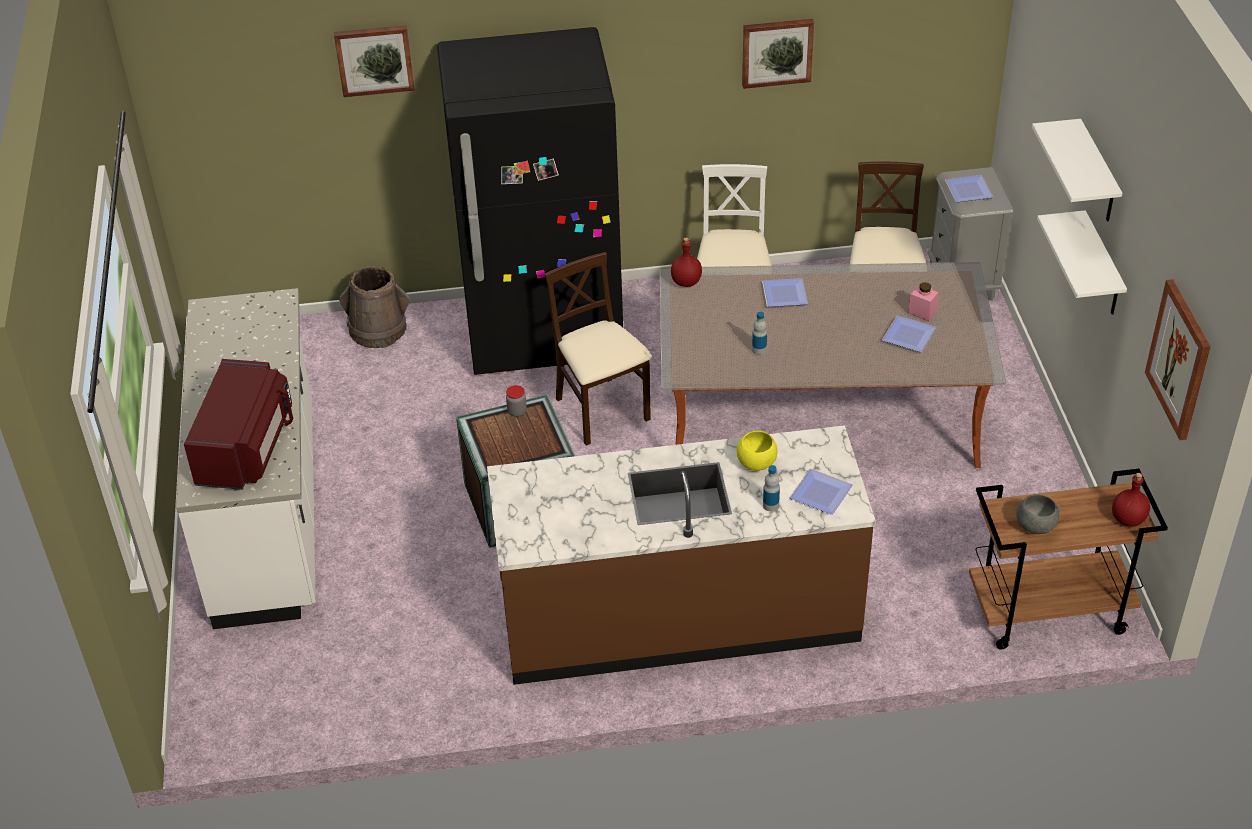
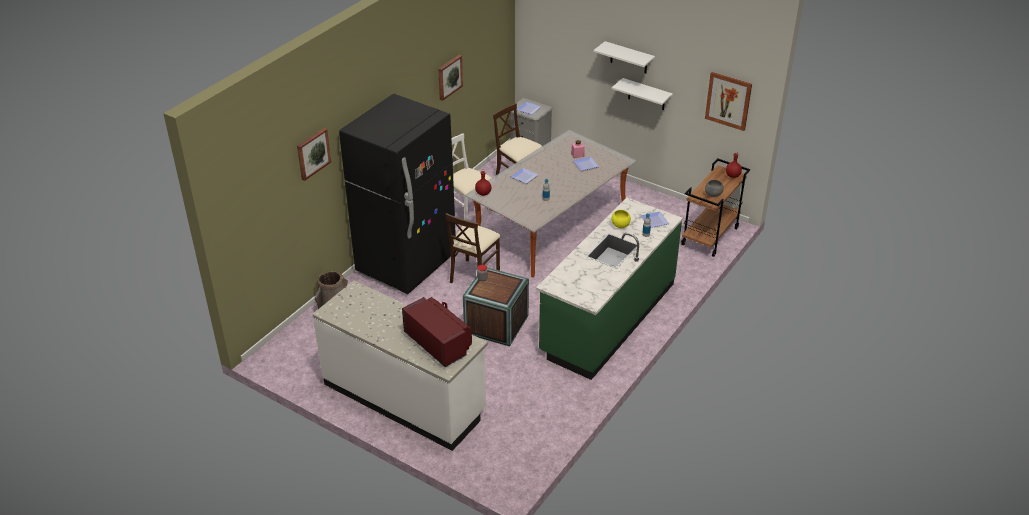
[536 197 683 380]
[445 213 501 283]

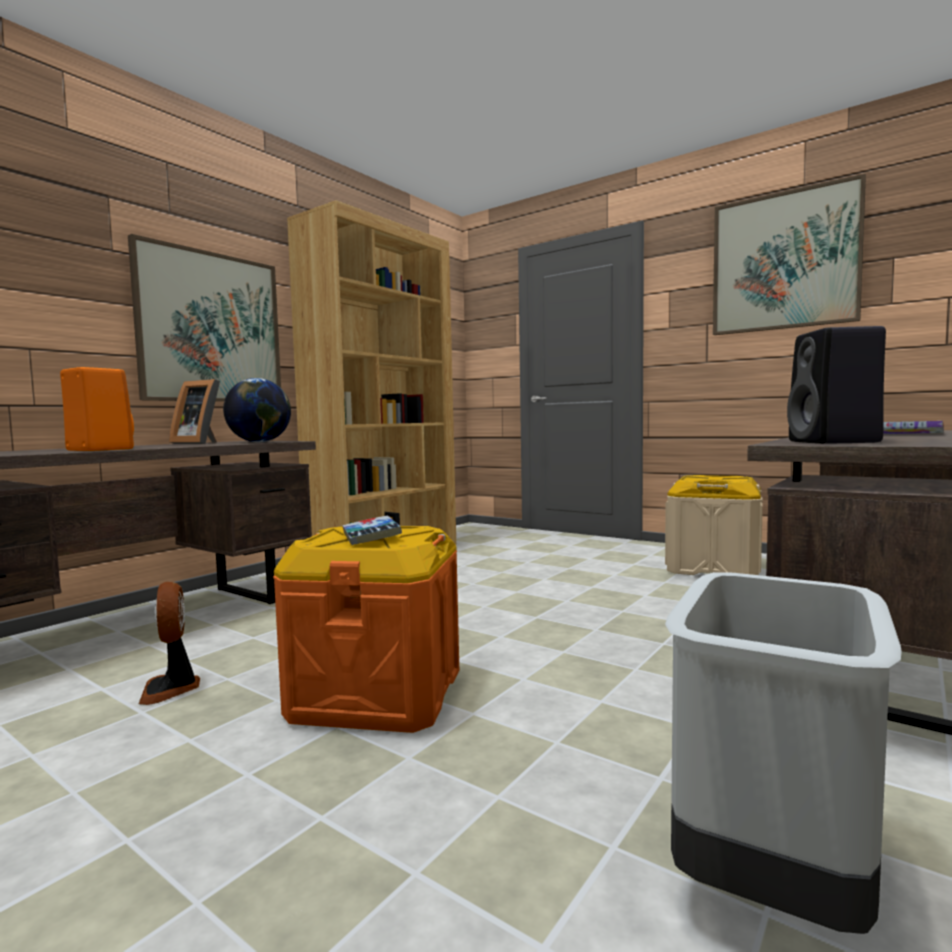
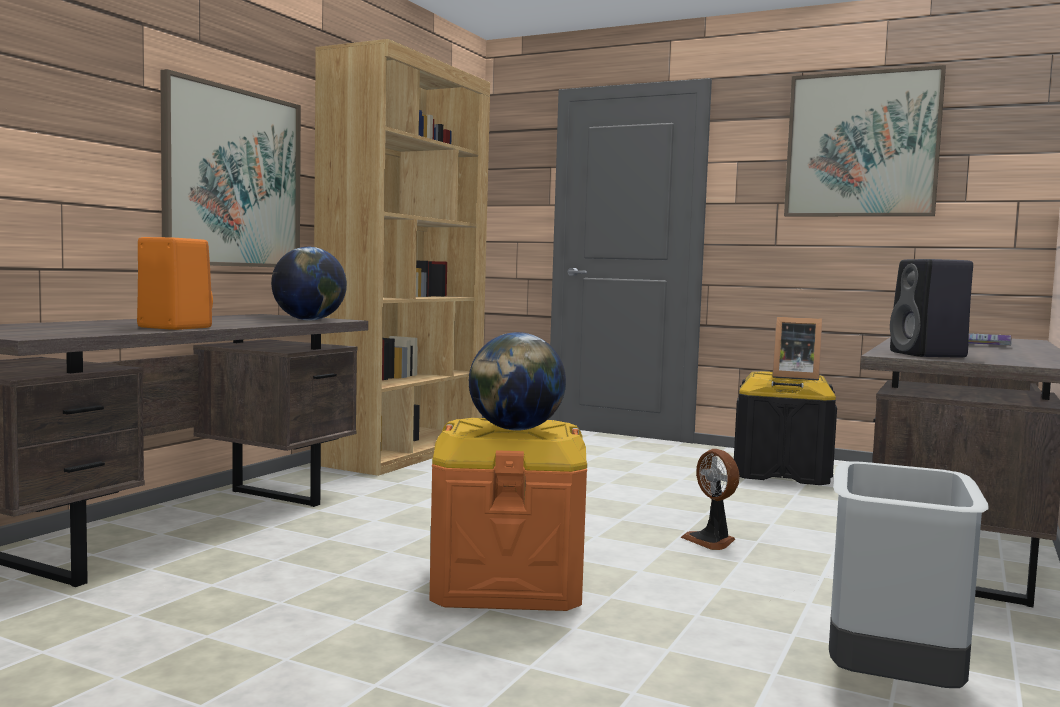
[681 449 740 550]
[772 317 822 381]
[469 332 566 431]
[734 371 837 485]

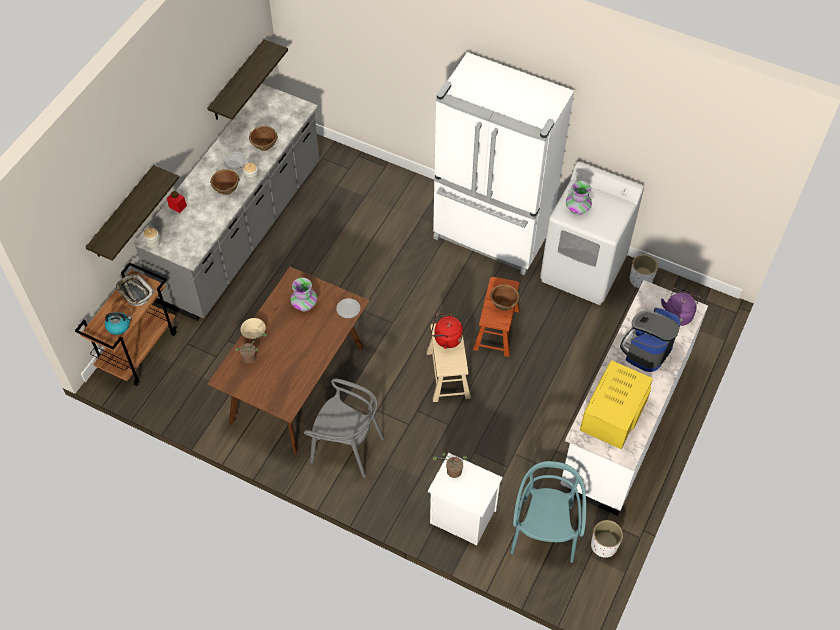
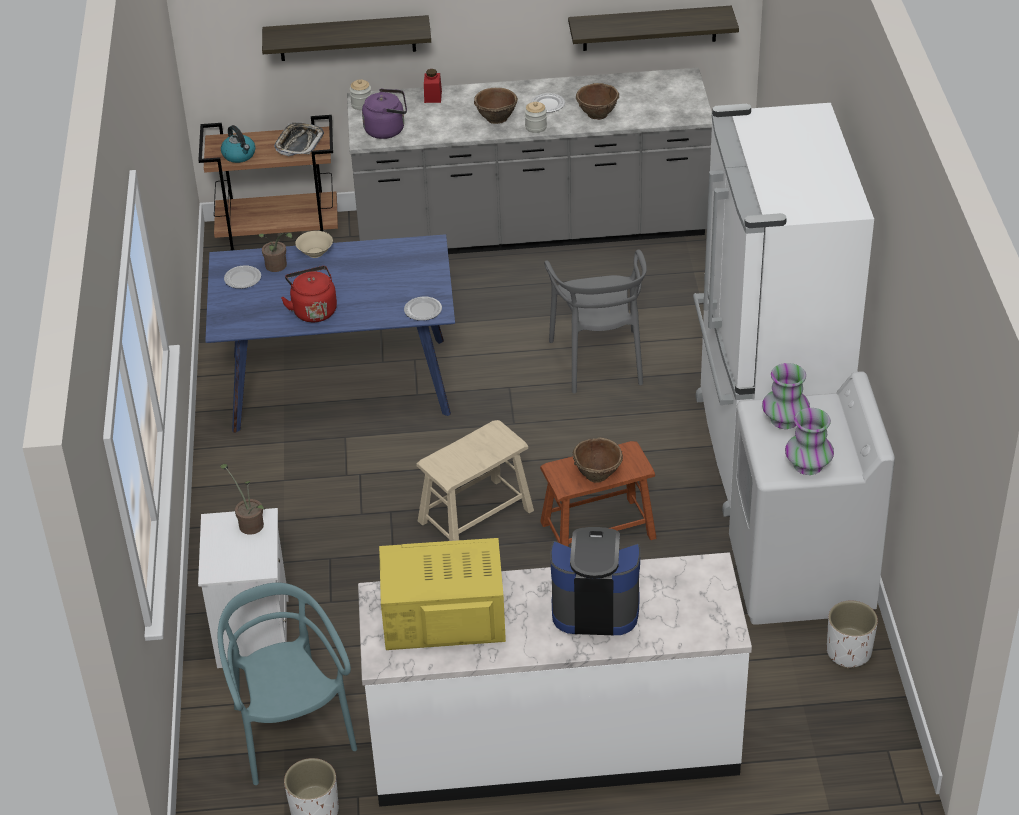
[205 234 455 433]
[785 408 834 475]
[544 250 647 394]
[281 266 337 322]
[218 583 357 785]
[362 88 407 139]
[224 265 261 289]

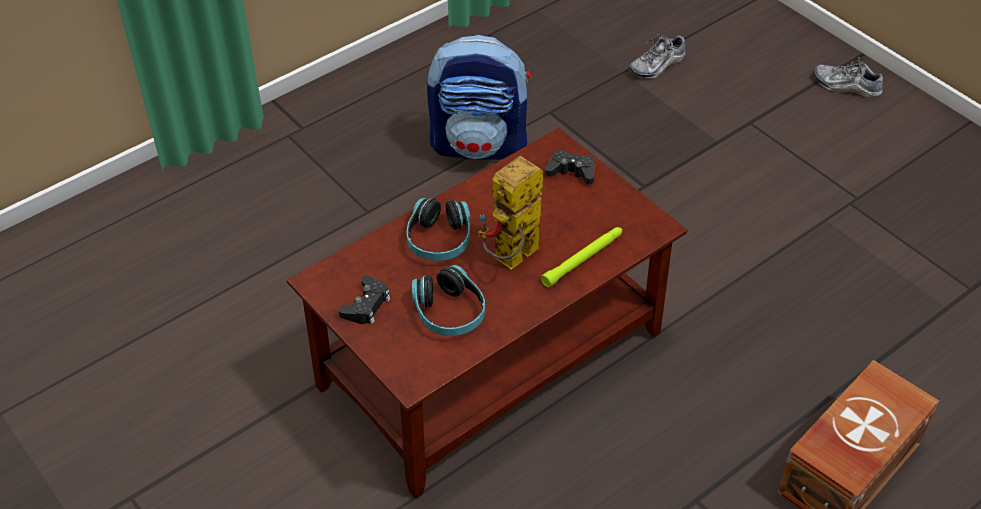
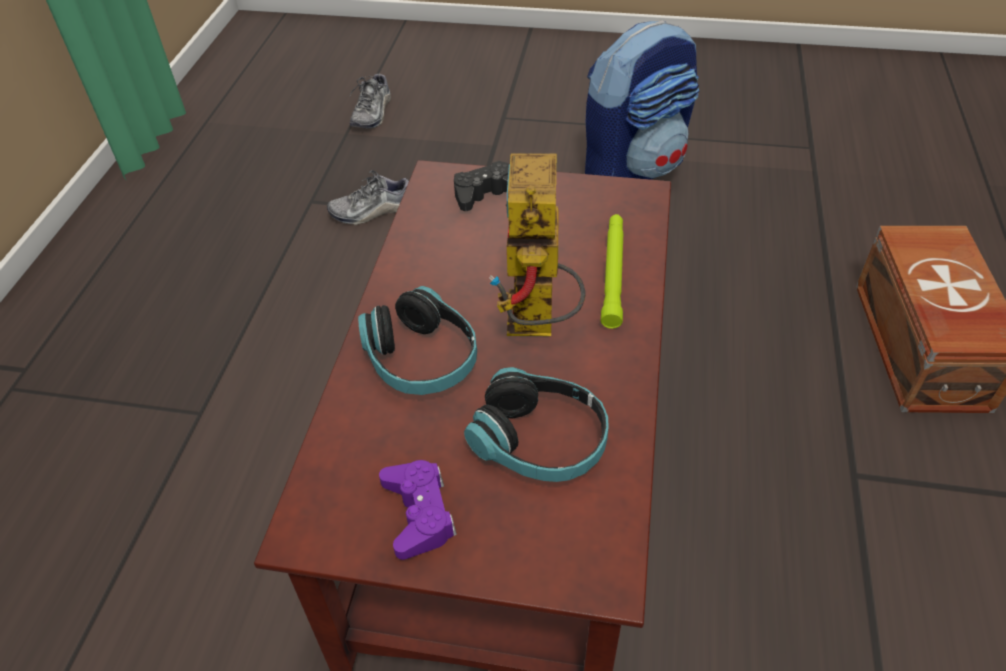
[379 460 457 560]
[585 20 699 180]
[327 170 409 225]

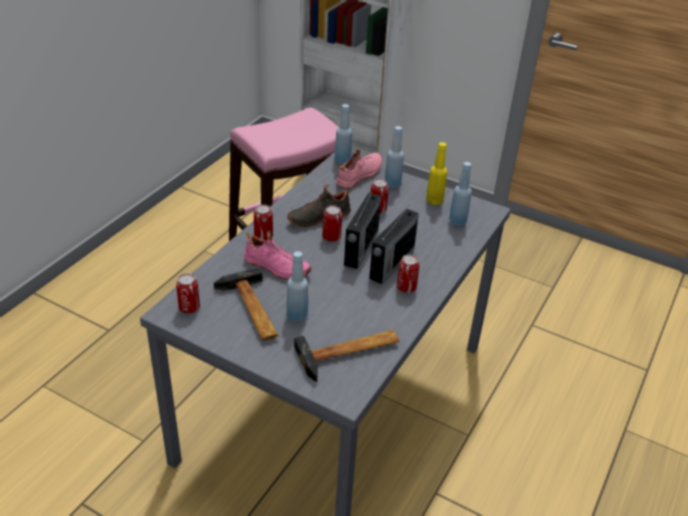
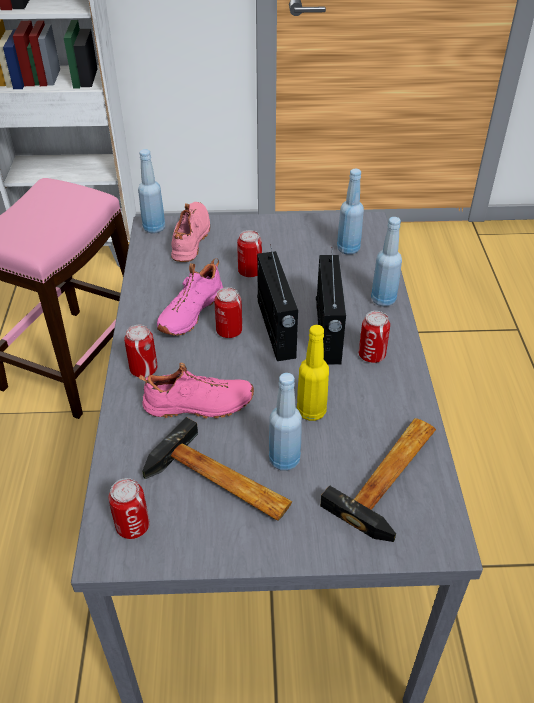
[157 258 223 336]
[371 217 402 307]
[297 325 329 421]

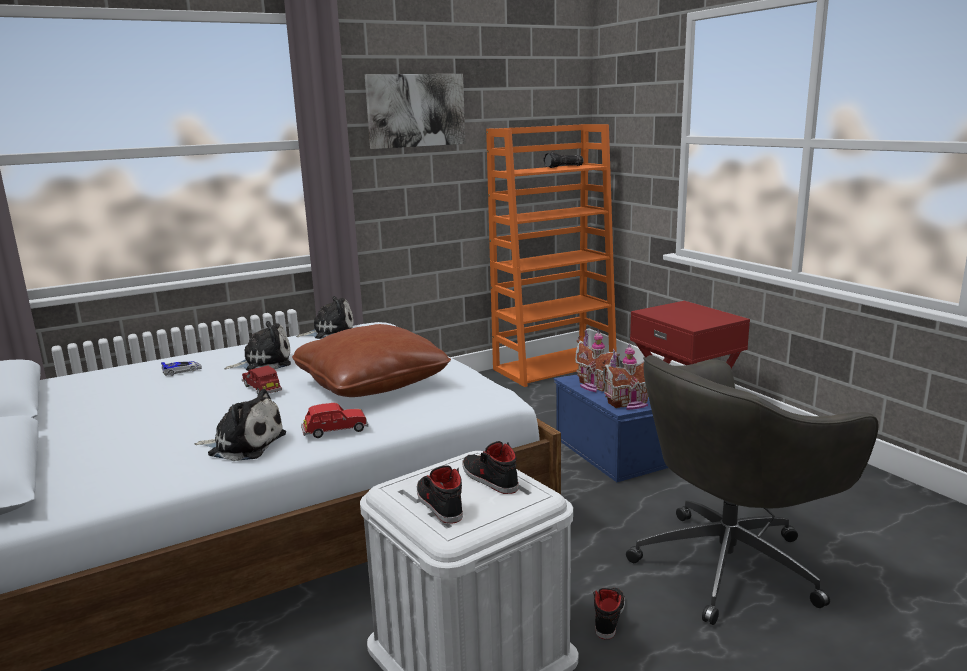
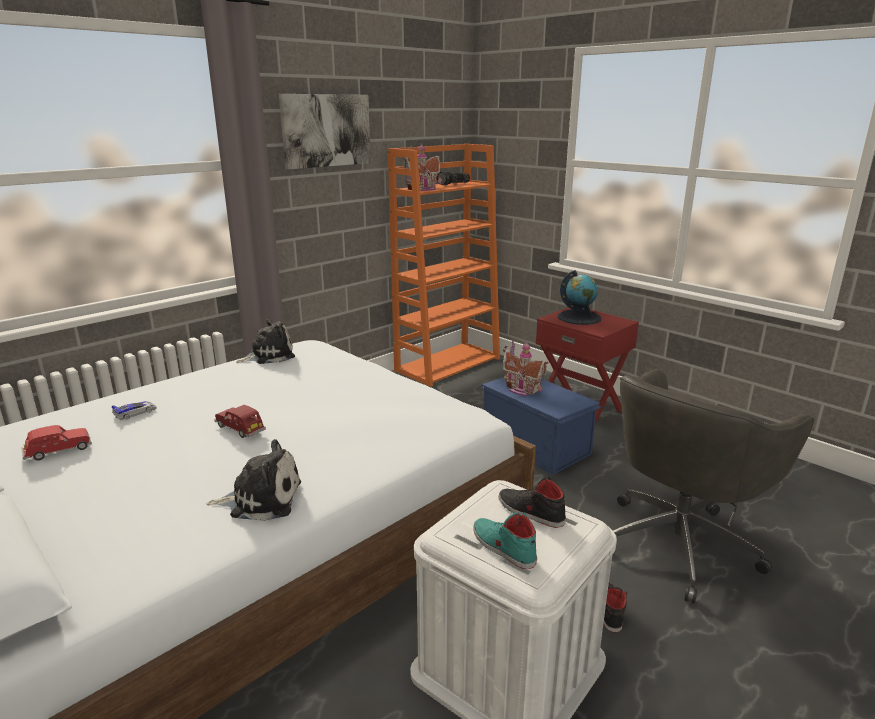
[224 321 291 371] (first image)
[292 324 451 397] (first image)
[22 425 92 461]
[473 512 537 569]
[402 143 442 191]
[558 270 601 325]

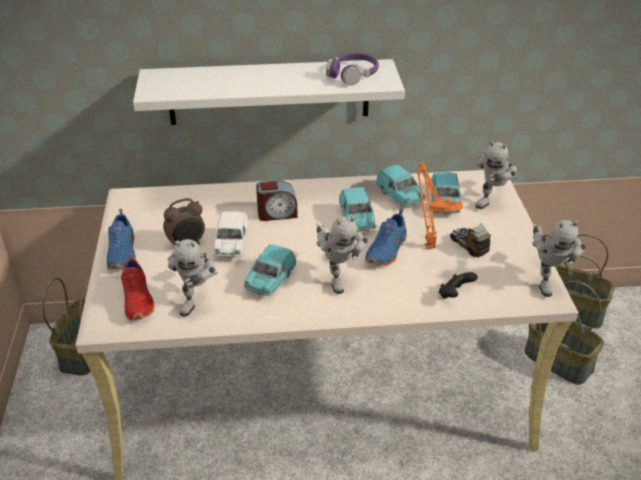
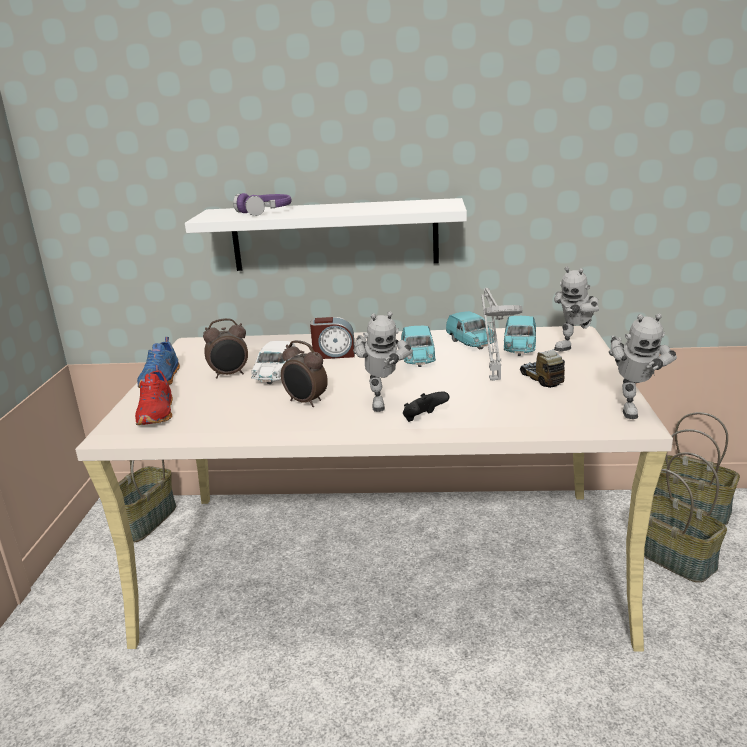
[168 239 218 317] (first image)
[281 340 328 407]
[233 193 292 216]
[365 208 407 265] (first image)
[481 288 523 381]
[403 391 450 422]

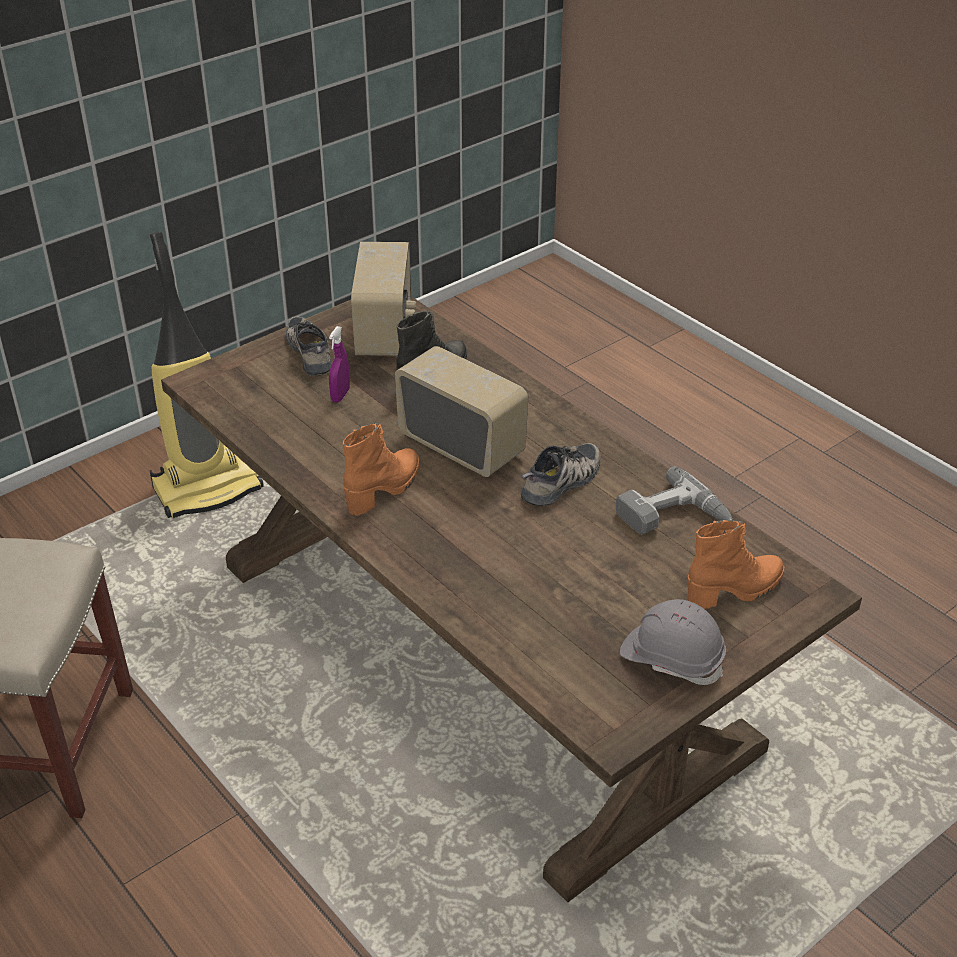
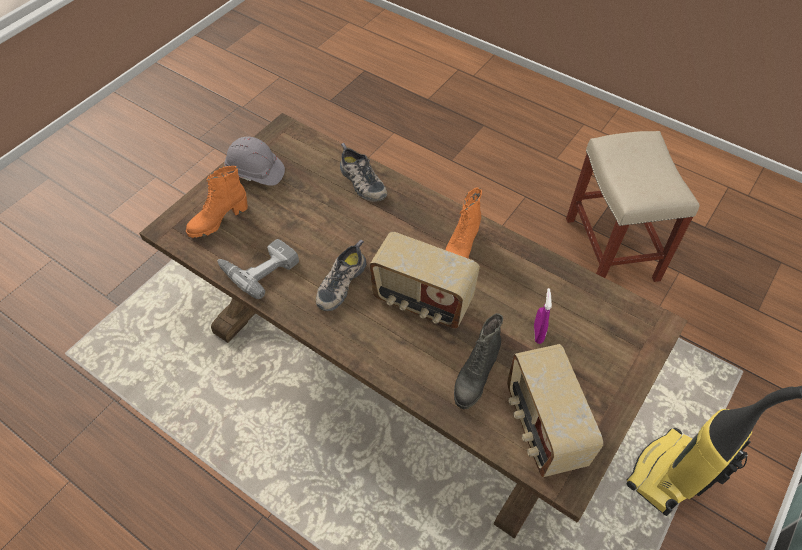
[340 143 387 202]

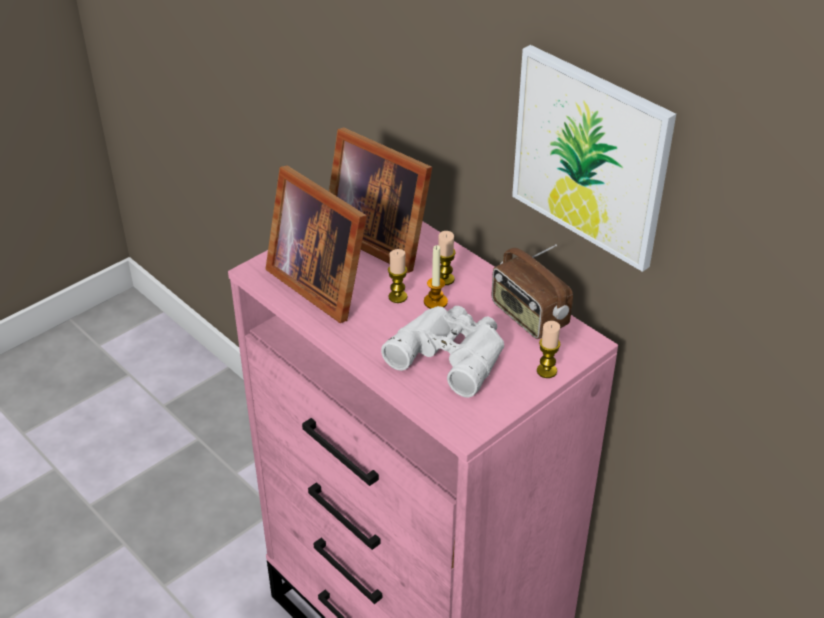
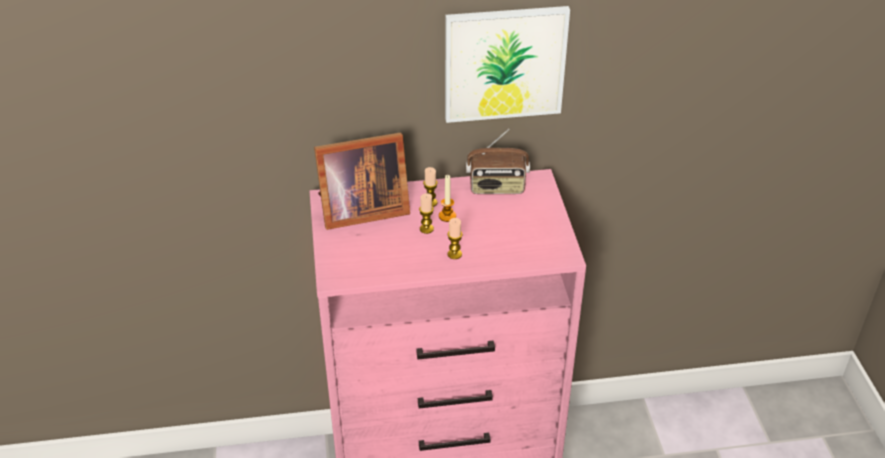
[265 165 367 323] (first image)
[381 306 504 398] (first image)
[447 218 462 259]

